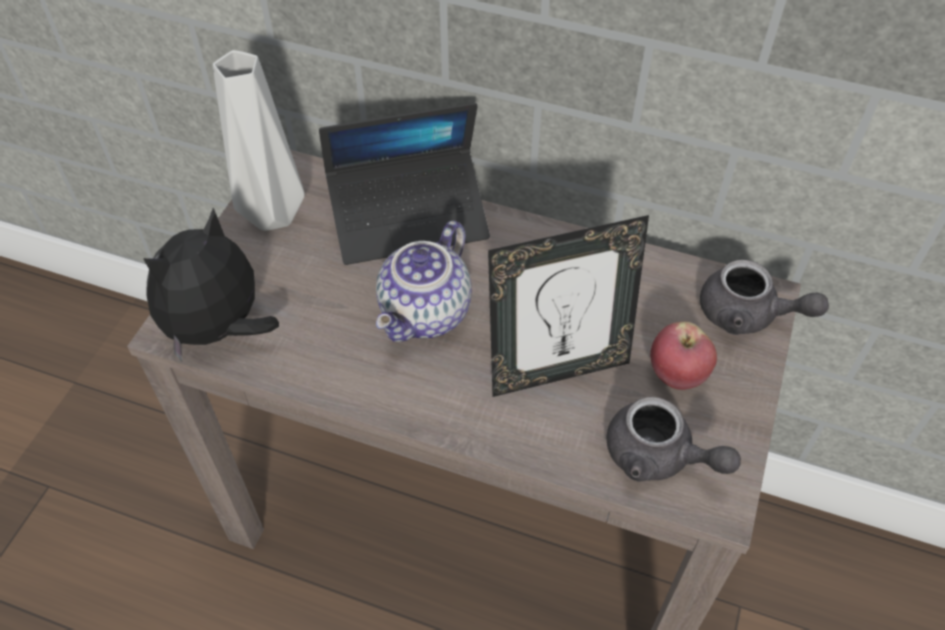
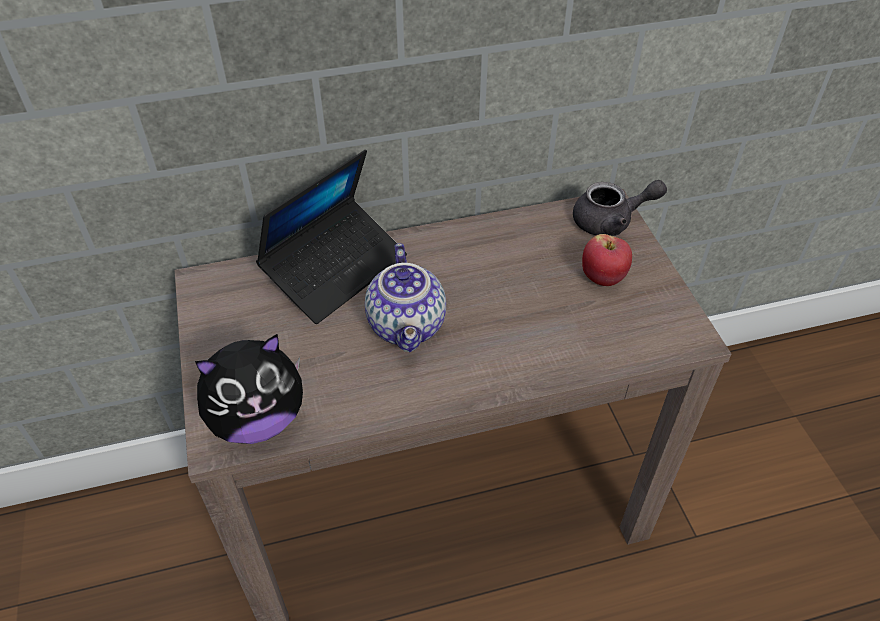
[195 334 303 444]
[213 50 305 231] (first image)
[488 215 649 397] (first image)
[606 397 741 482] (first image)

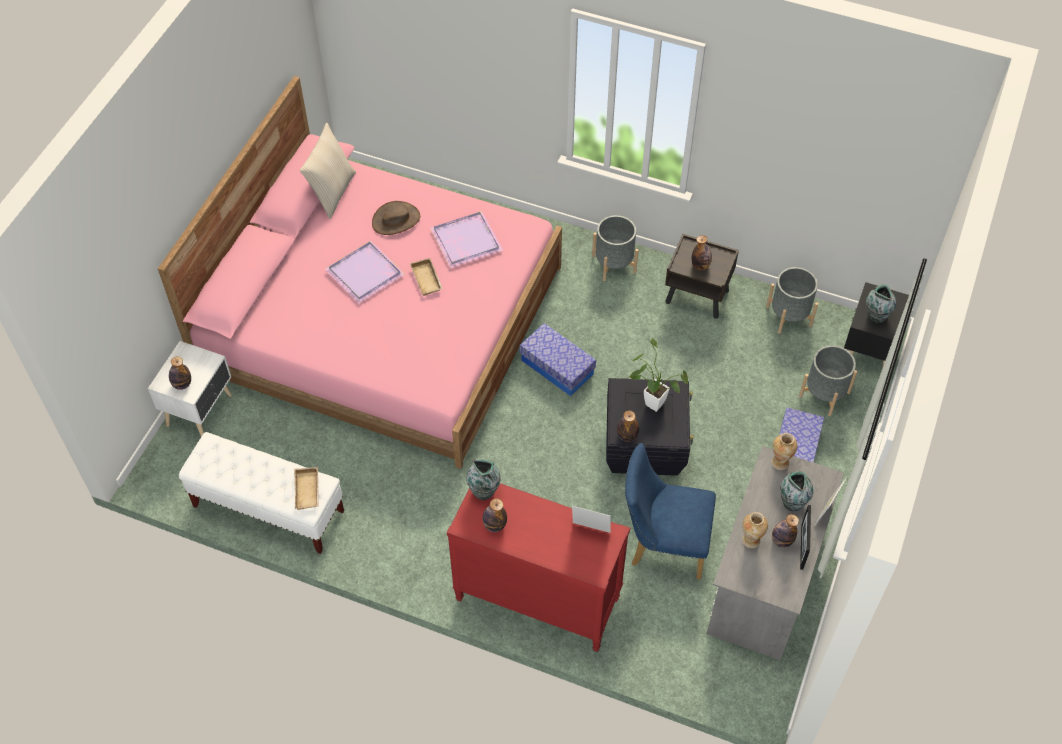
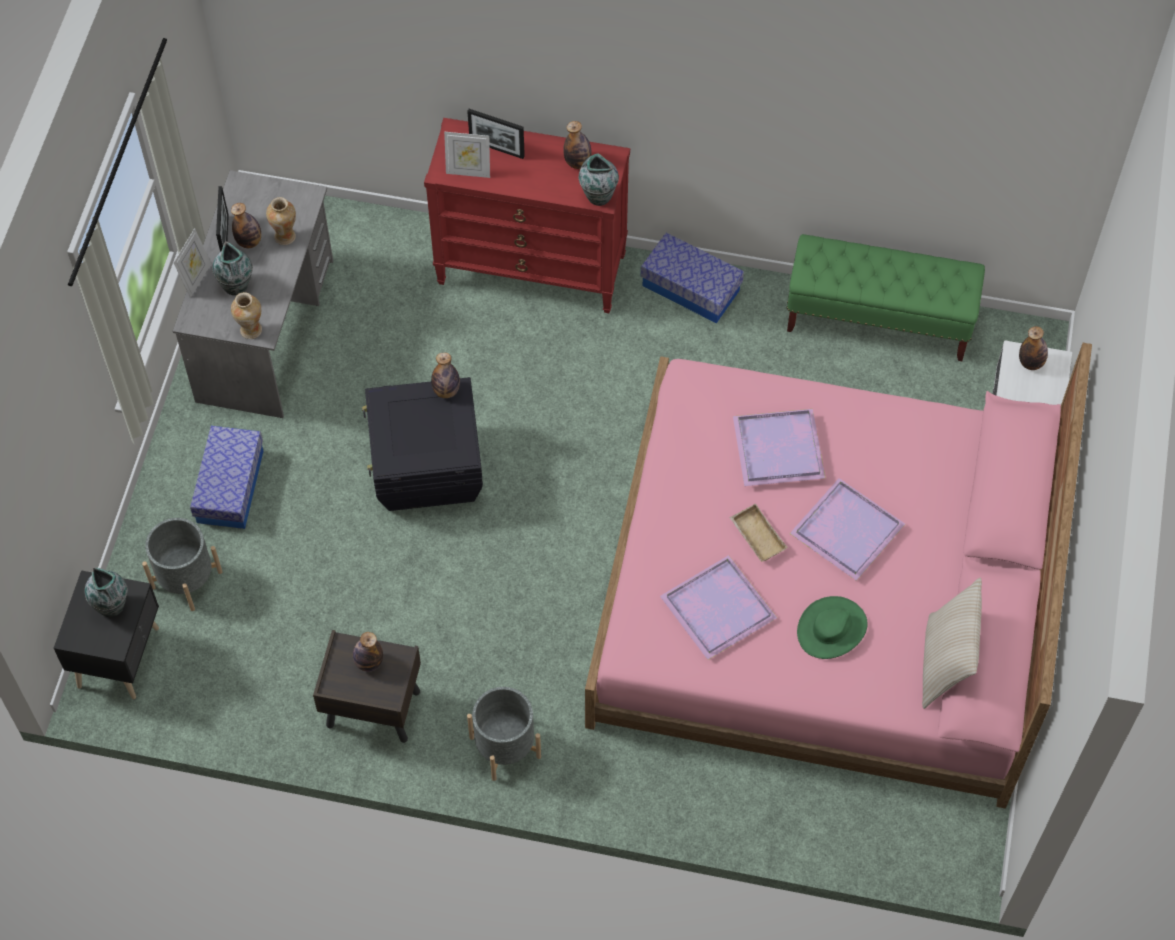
[786 234 985 361]
[294 467 319 510] (first image)
[797 596 868 659]
[641 233 744 323]
[625 443 716 579] (first image)
[628 338 688 412] (first image)
[766 267 818 334] (first image)
[467 109 525 159]
[733 409 825 486]

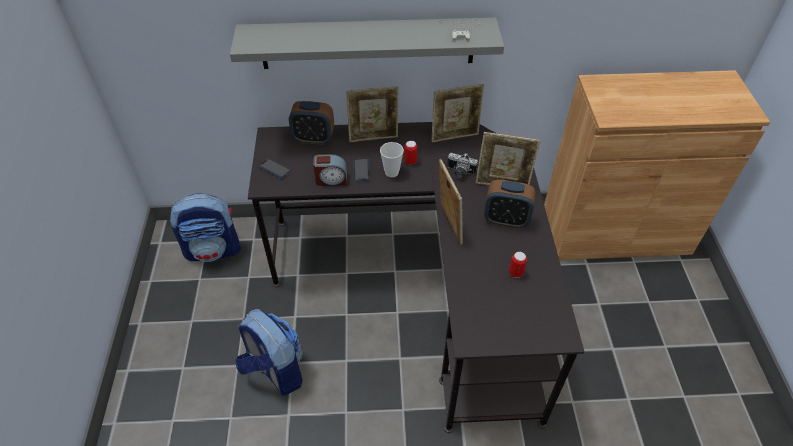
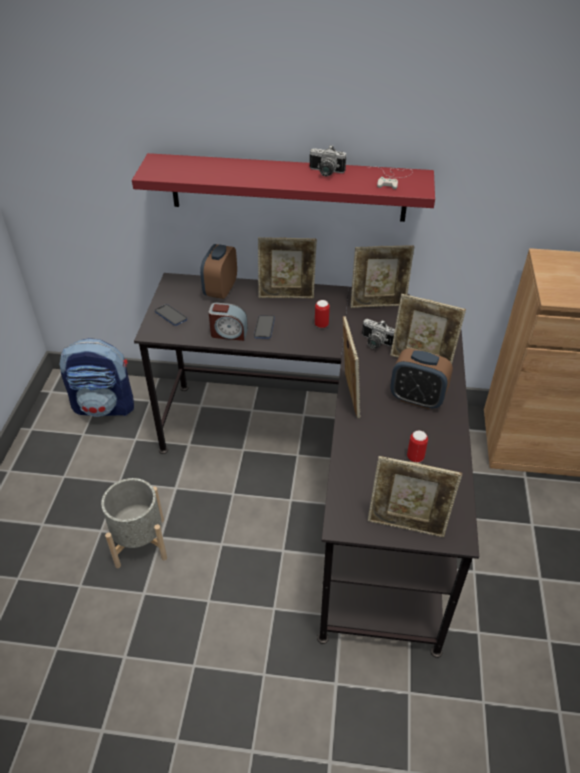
[132 153 435 222]
[101 478 167 568]
[200 244 237 299]
[380 142 404 177] (first image)
[310 146 346 176]
[368 456 462 537]

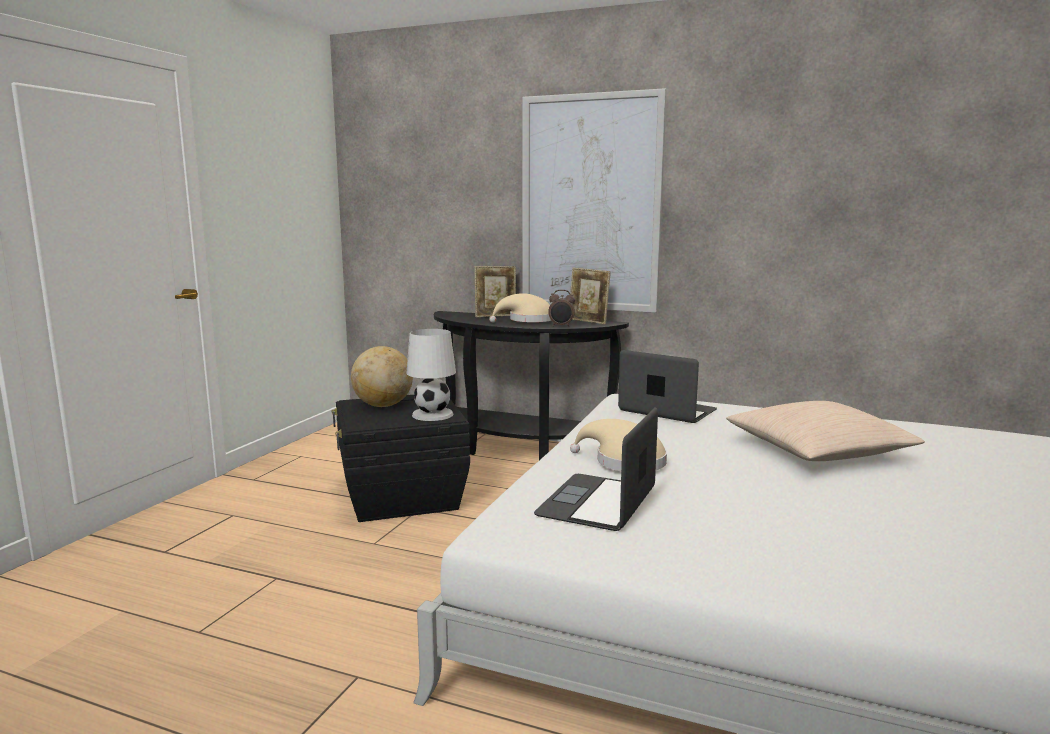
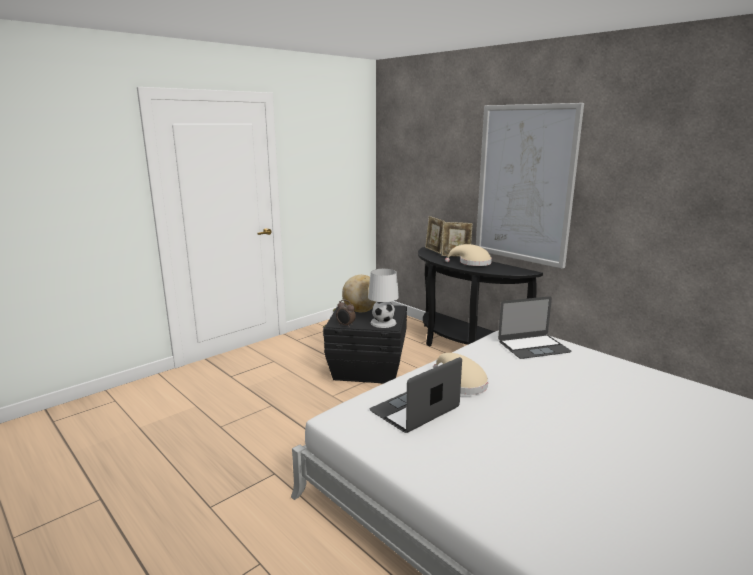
[336 300 356 326]
[425 216 445 254]
[498 296 571 359]
[726 401 925 461] (first image)

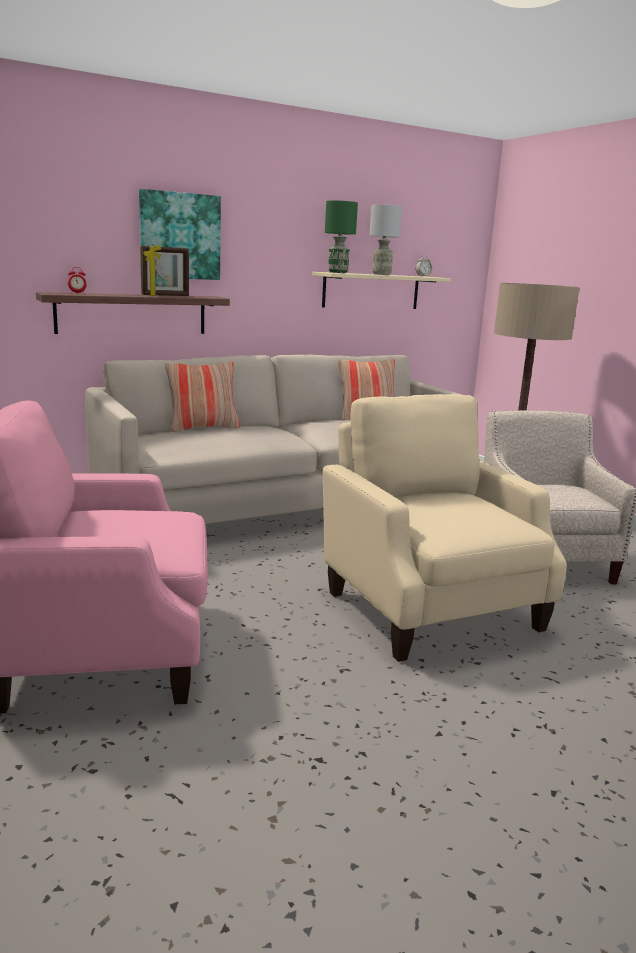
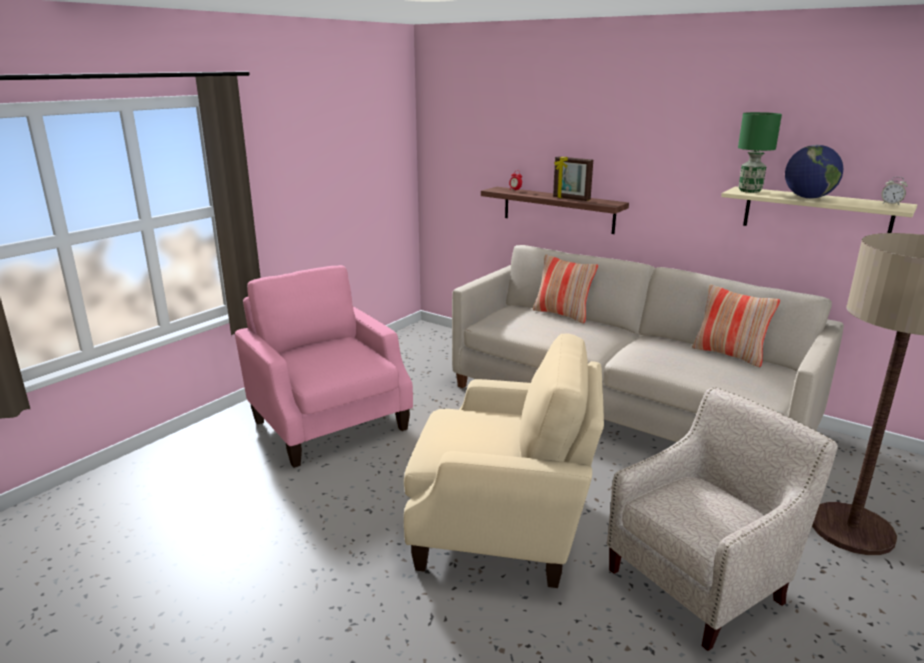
[139 189 221 280] (first image)
[404 334 604 588]
[785 145 843 199]

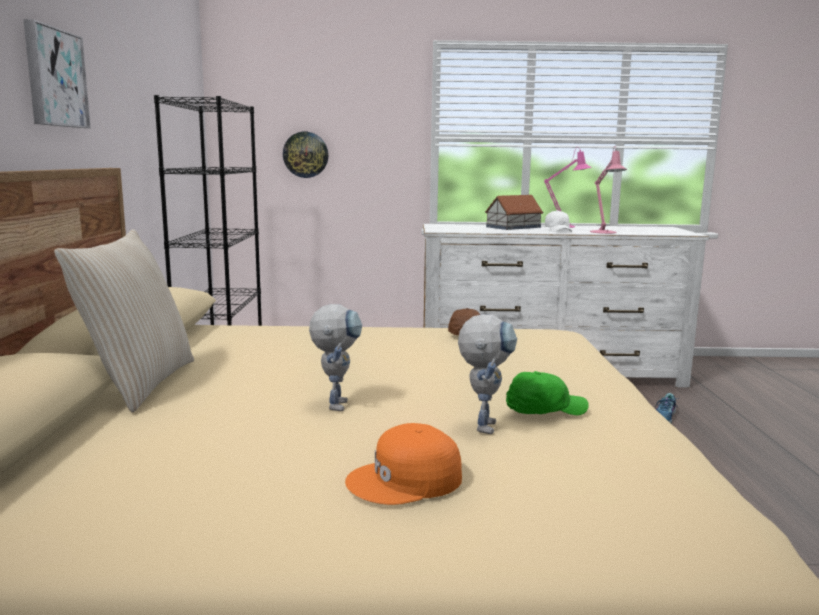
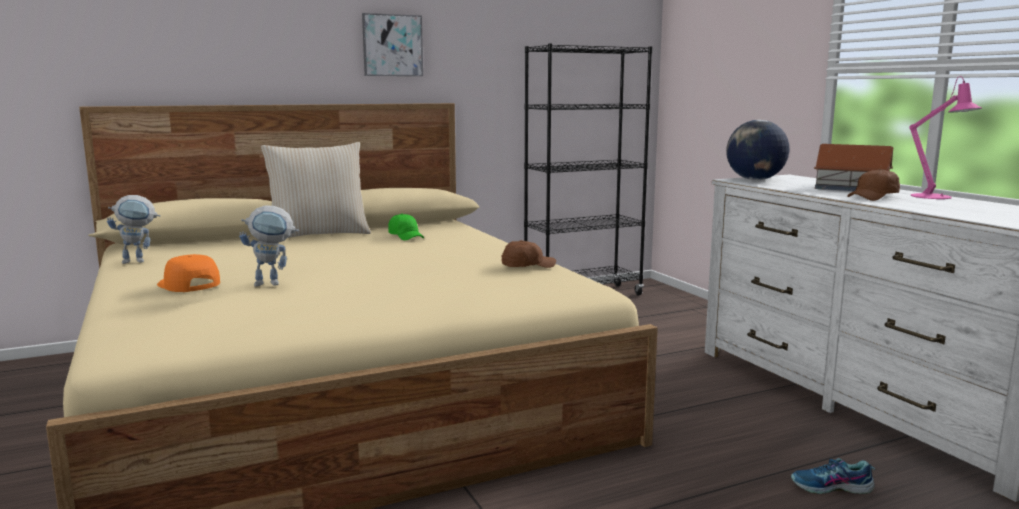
[283 132 328 178] (first image)
[107 195 161 264]
[388 214 424 240]
[847 169 900 201]
[590 146 627 234] (first image)
[726 120 789 180]

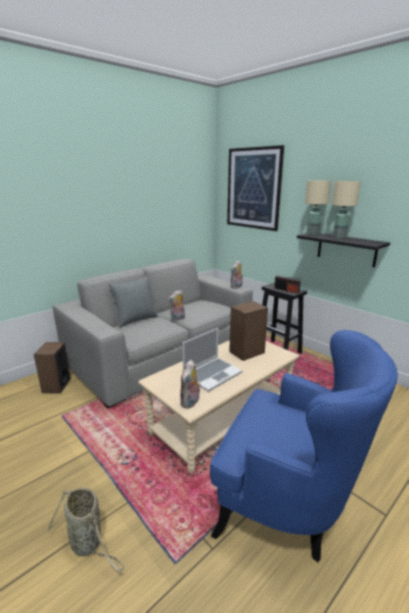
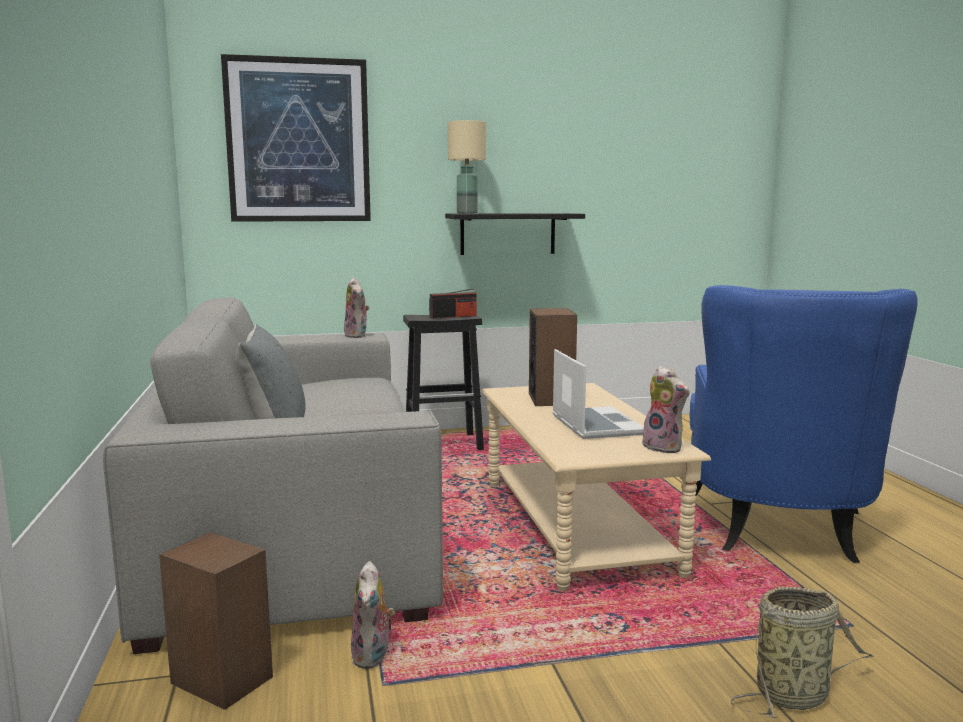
[351 561 395 669]
[689 285 918 563]
[332 181 361 239] (first image)

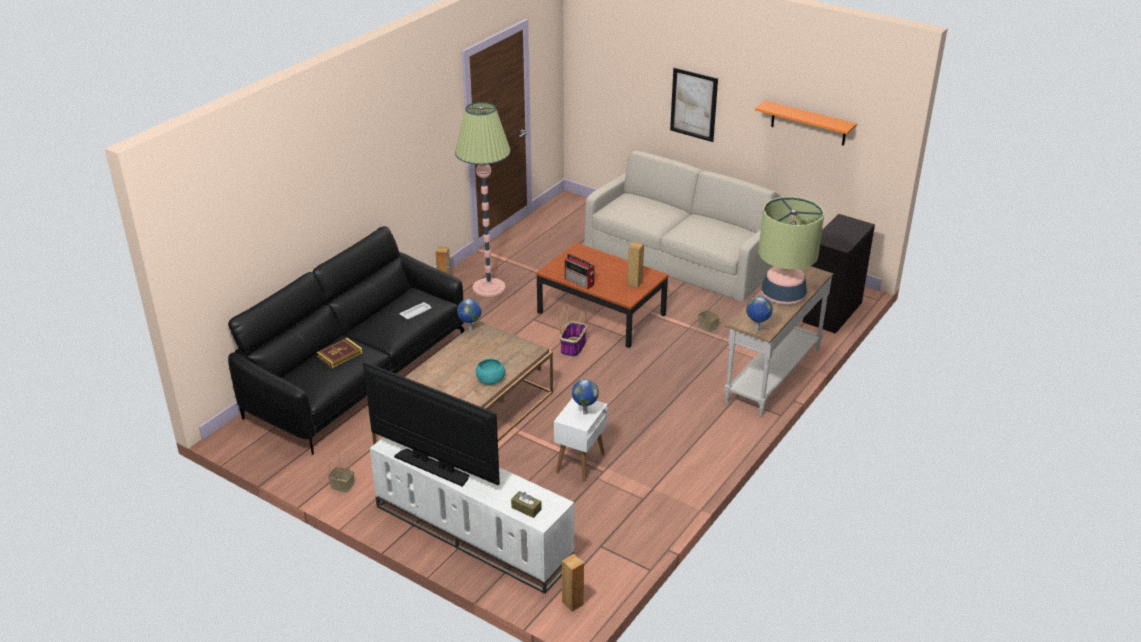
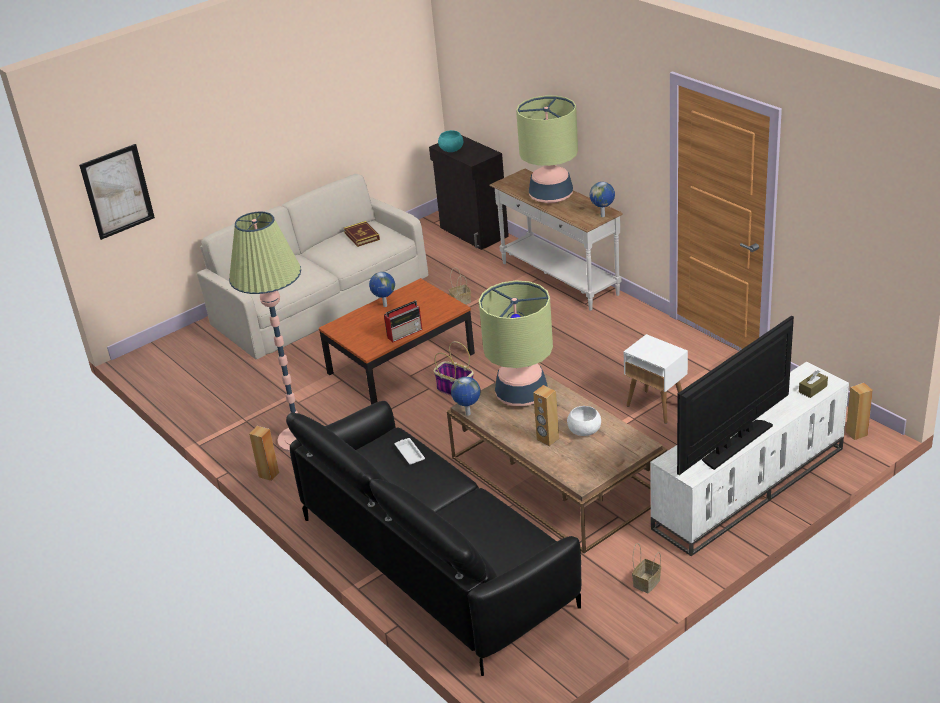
[344 221 380 247]
[438 130 463 152]
[369 272 395 307]
[533 385 559 446]
[79 144 155 240]
[755 100 857 146] (first image)
[479 280 553 406]
[567 406 601 436]

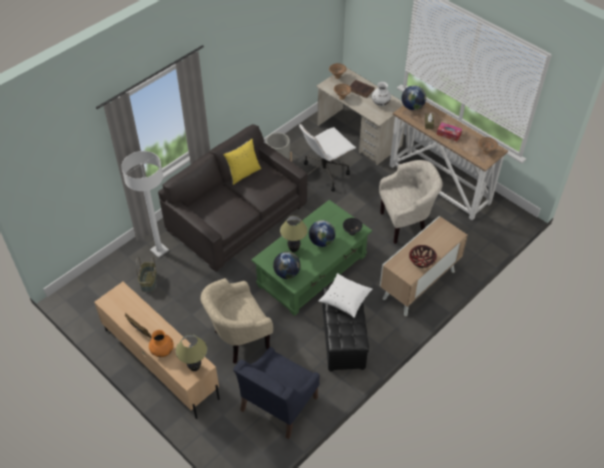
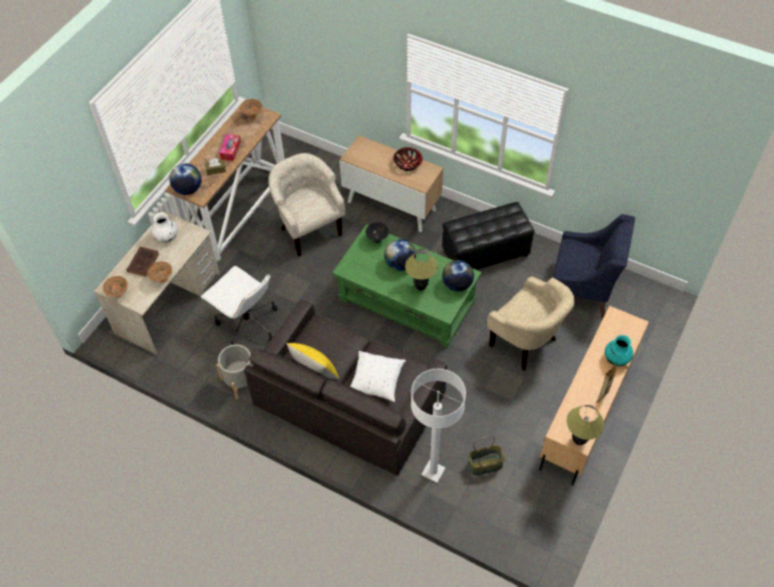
[605 335 633 366]
[567 405 604 445]
[350 351 406 402]

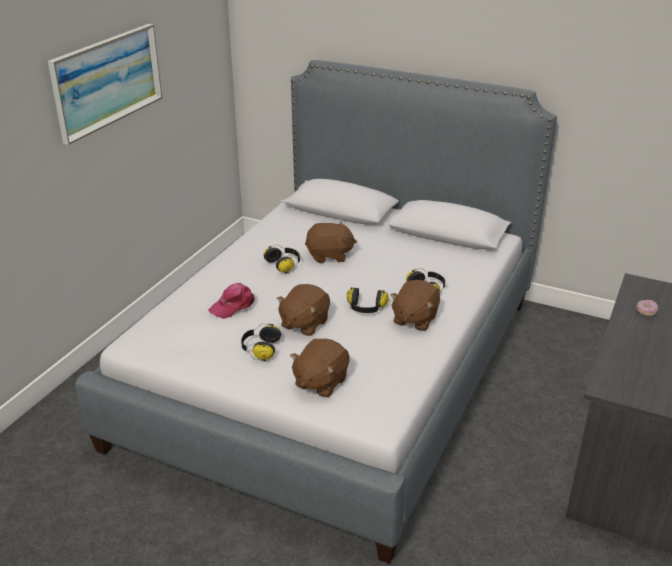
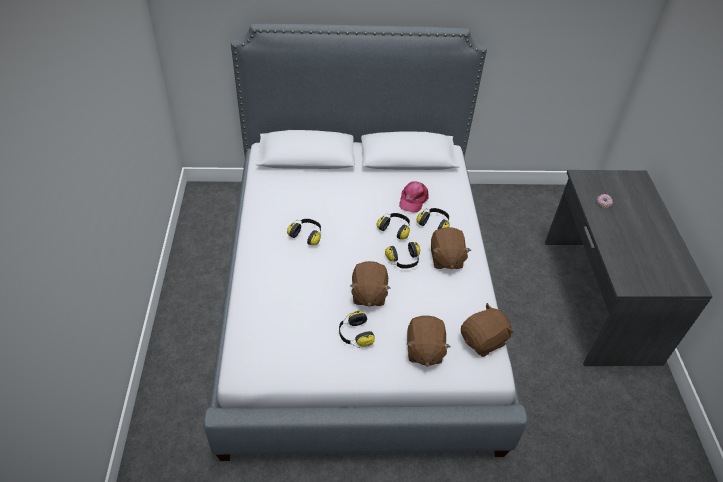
[48 24 162 145] (first image)
[399 181 429 213]
[461 303 514 357]
[377 213 410 240]

